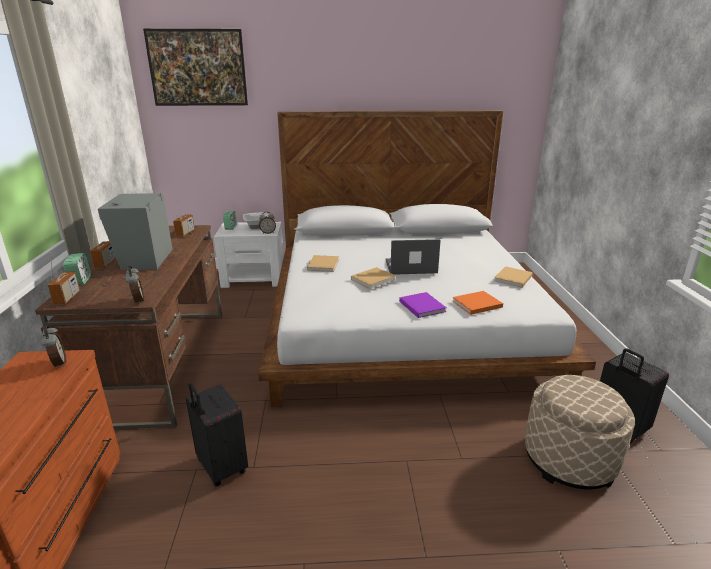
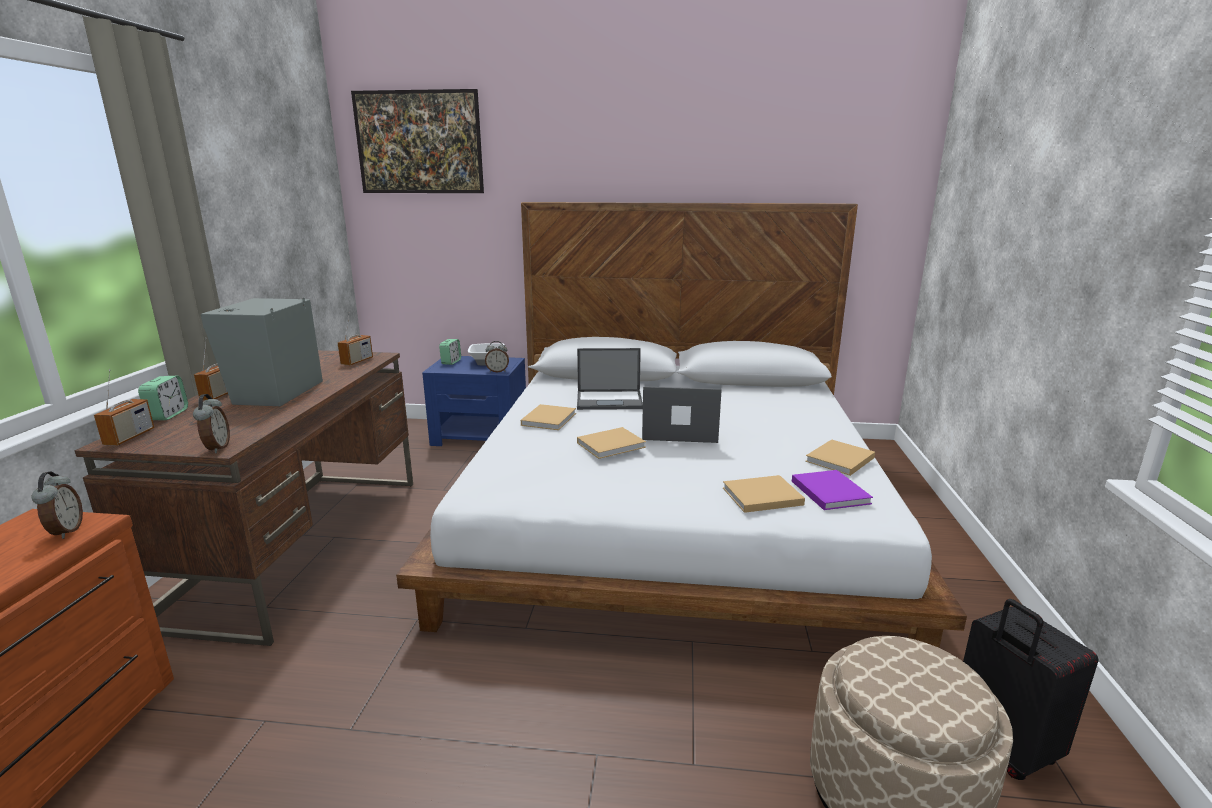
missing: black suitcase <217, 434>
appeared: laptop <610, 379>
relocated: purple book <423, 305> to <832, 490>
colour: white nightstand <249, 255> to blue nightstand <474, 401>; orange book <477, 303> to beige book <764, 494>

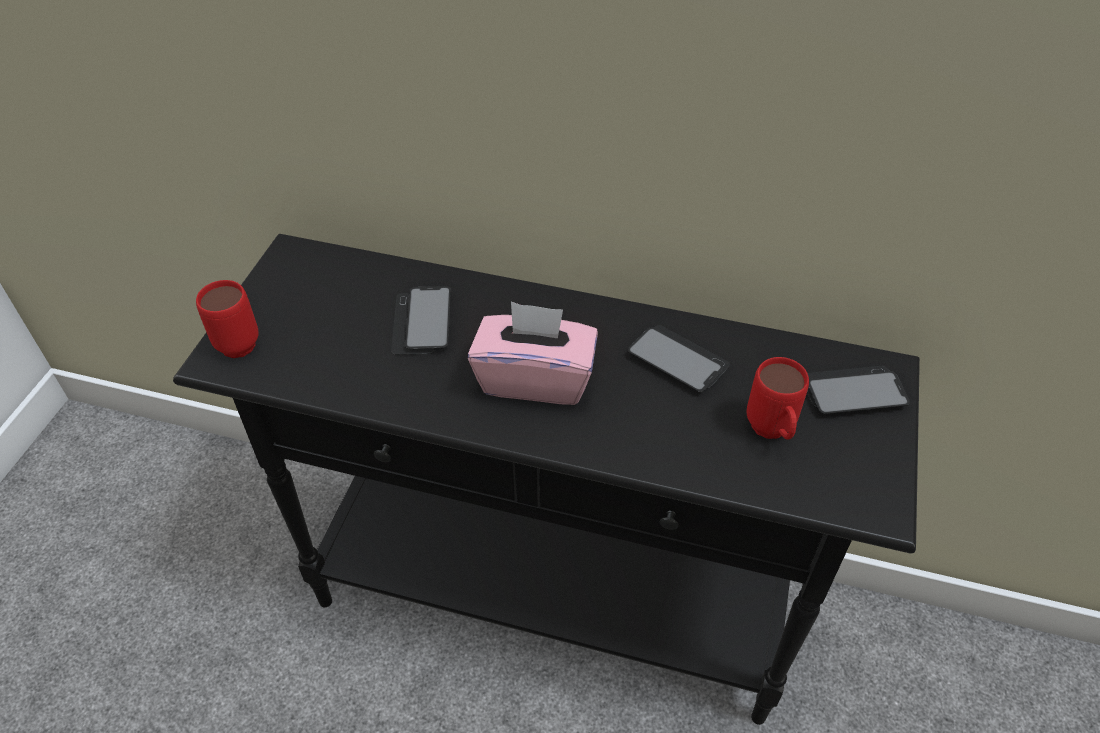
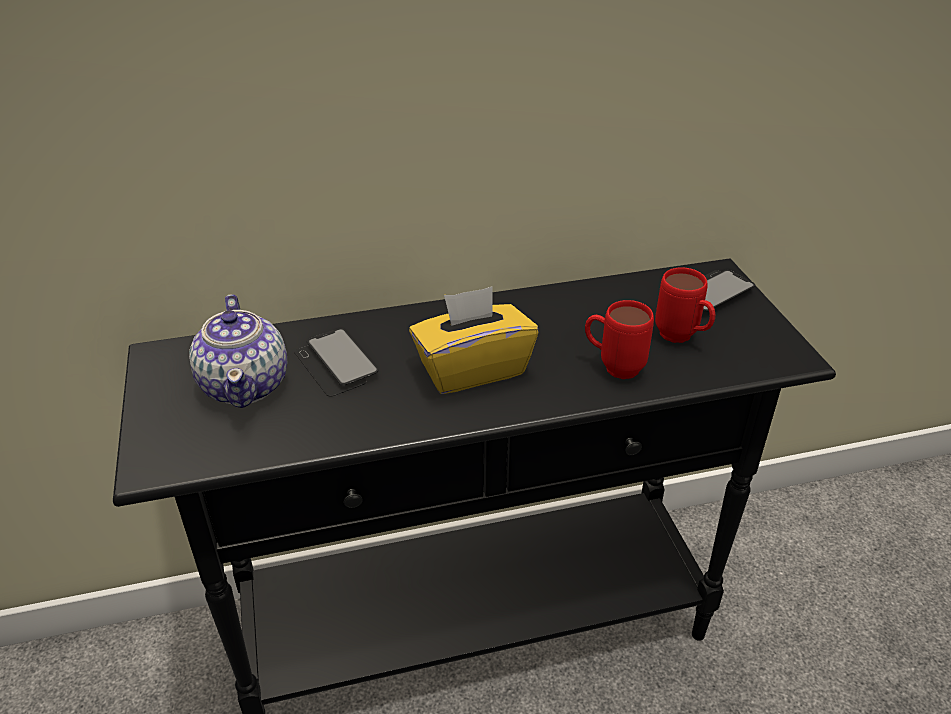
missing: phone <679, 358>
appeared: teapot <238, 351>
relocated: red mug <227, 319> to <619, 339>
colour: pink tissue box <533, 353> to yellow tissue box <473, 340>

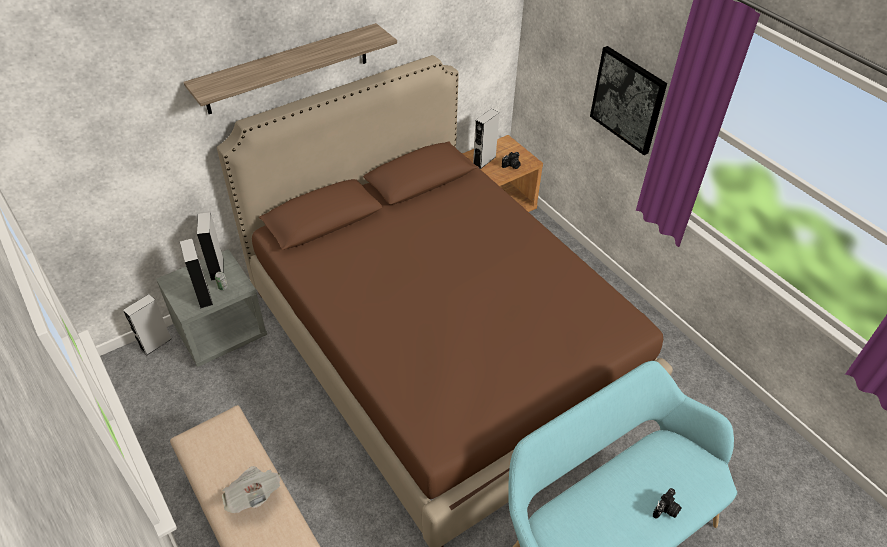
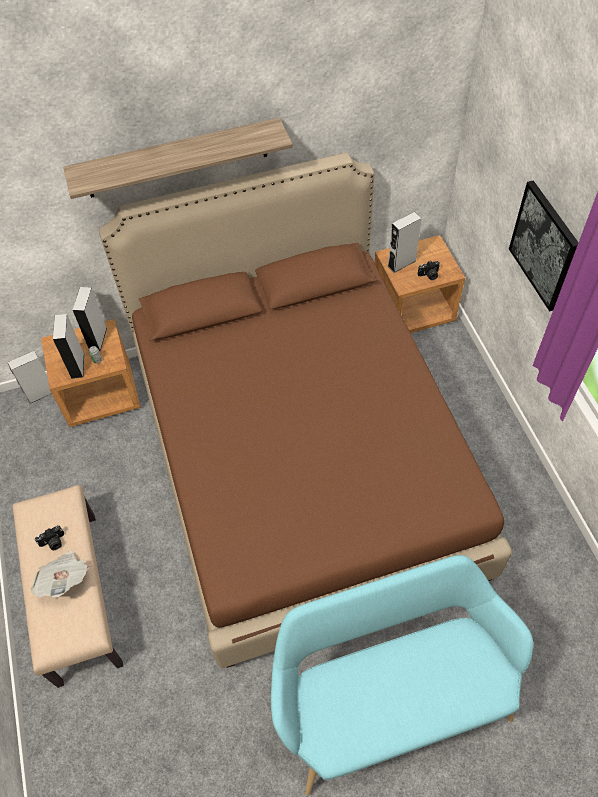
relocated: photo camera <667, 503> to <50, 538>
colour: grey nightstand <211, 308> to brown nightstand <91, 373>

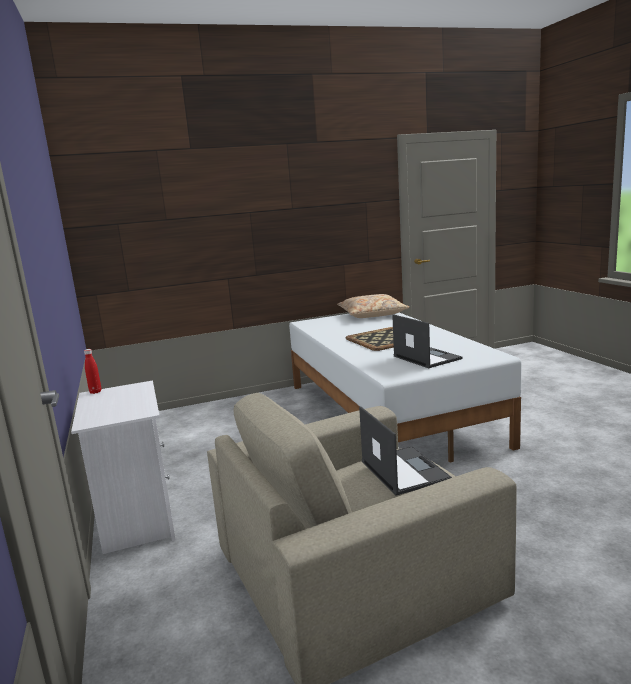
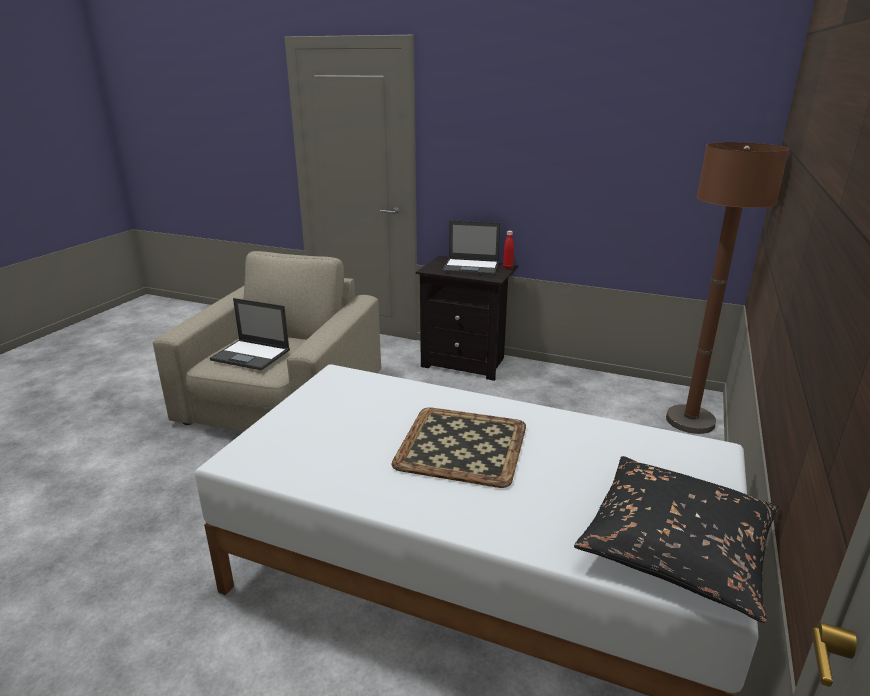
appeared: brown floor lamp <727, 288>
relocated: laptop <427, 341> to <471, 248>
colour: white nightstand <123, 467> to black nightstand <467, 318>; beige pillow <373, 306> to black pillow <676, 539>

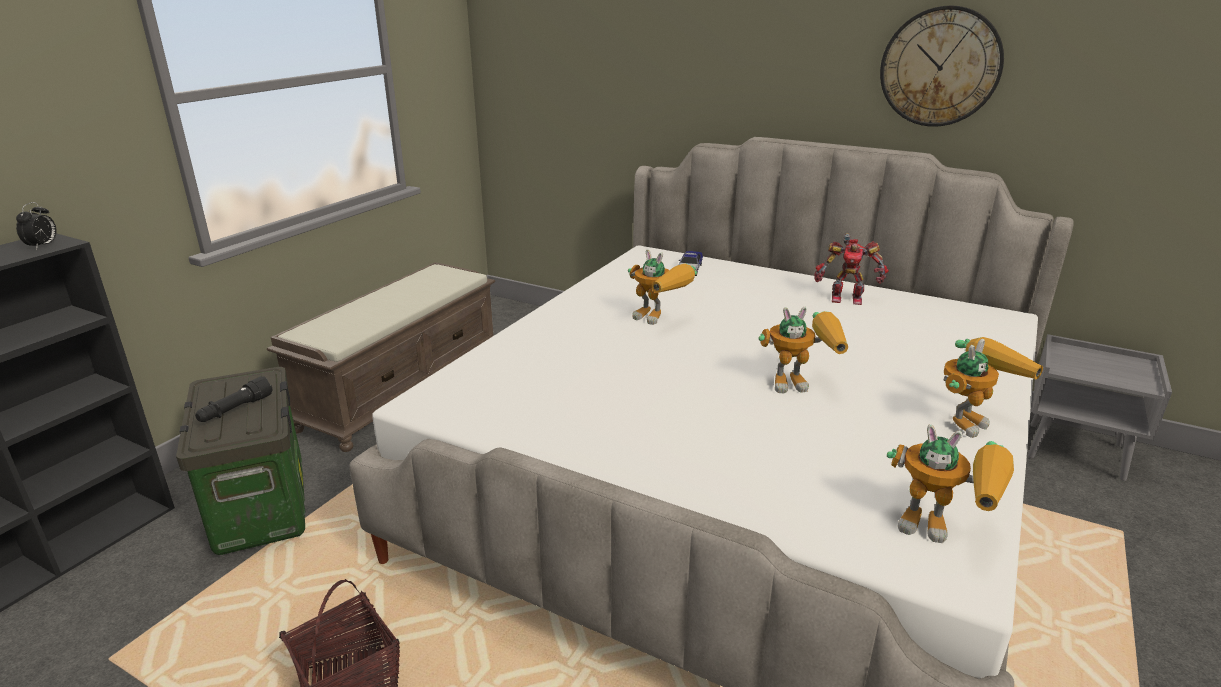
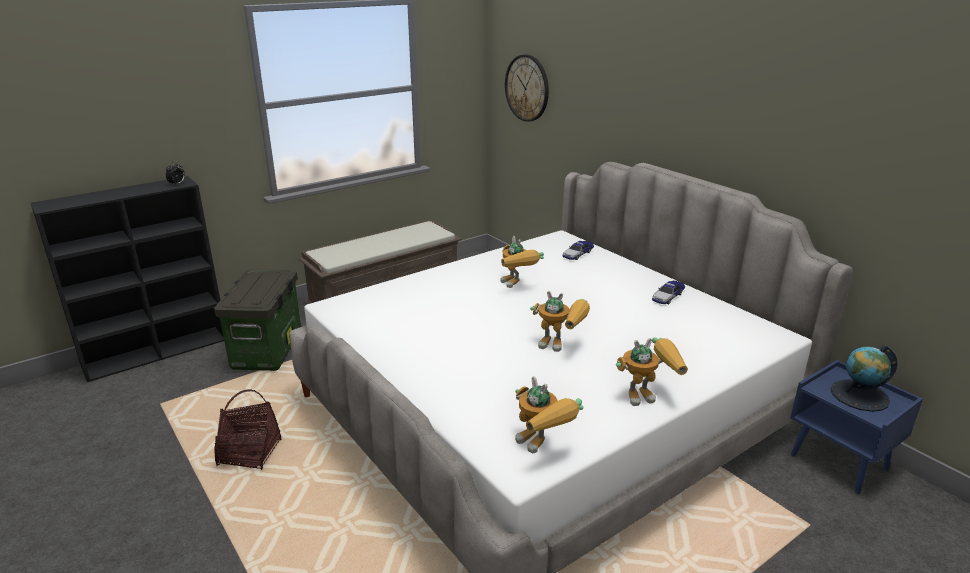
missing: black flashlight <234, 399>
appeared: globe <864, 378>
relocated: wall clock <942, 66> to <527, 88>
exchanged: toy robot <852, 269> to toy car <668, 292>
colour: grey nightstand <1100, 407> to blue nightstand <856, 427>

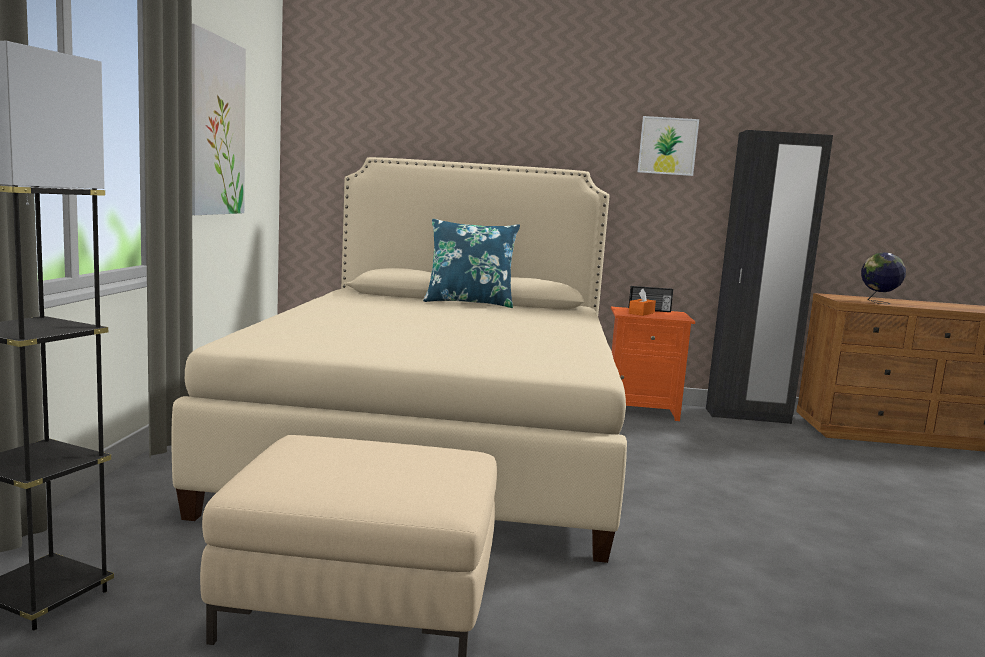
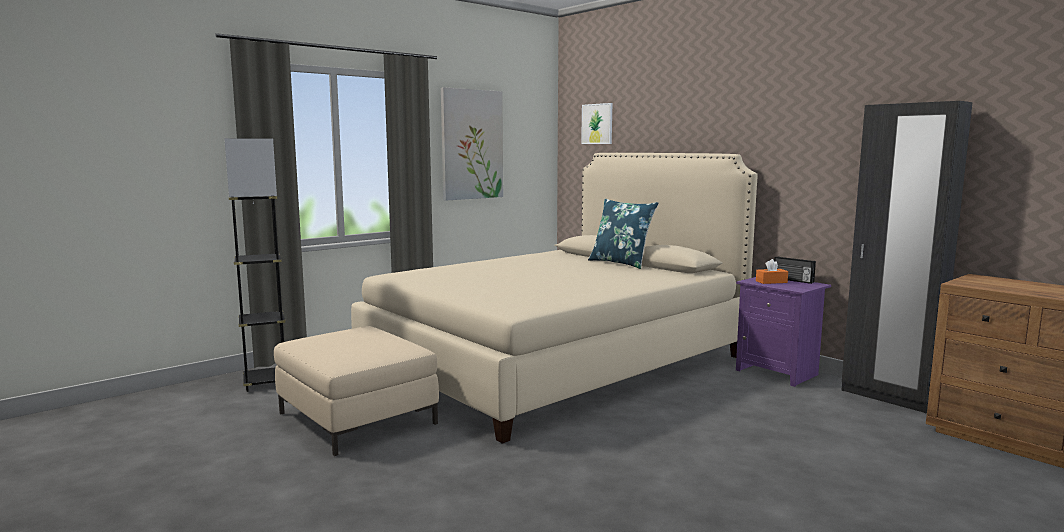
missing: globe <883, 278>
relocated: picture <668, 146> to <596, 123>
colour: orange nightstand <653, 364> to purple nightstand <783, 332>

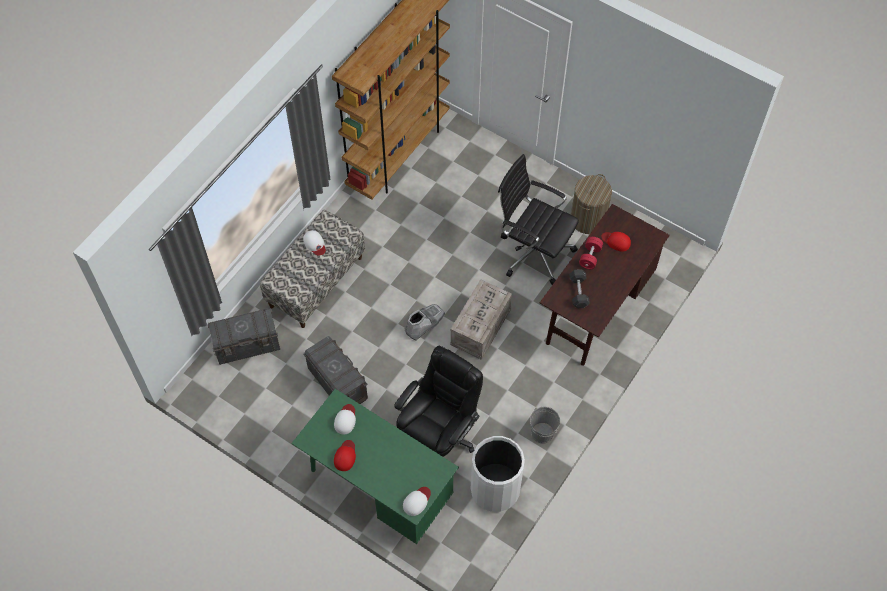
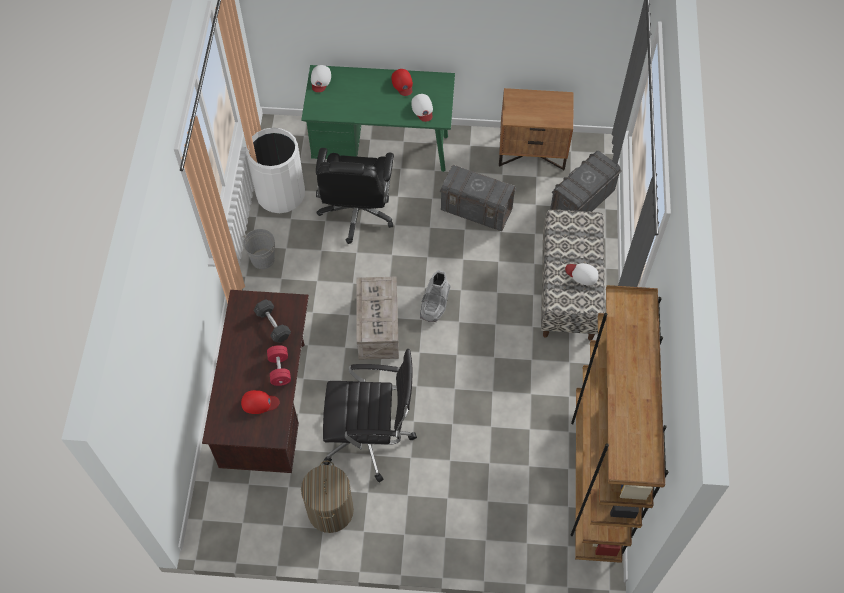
appeared: brown nightstand <536, 129>

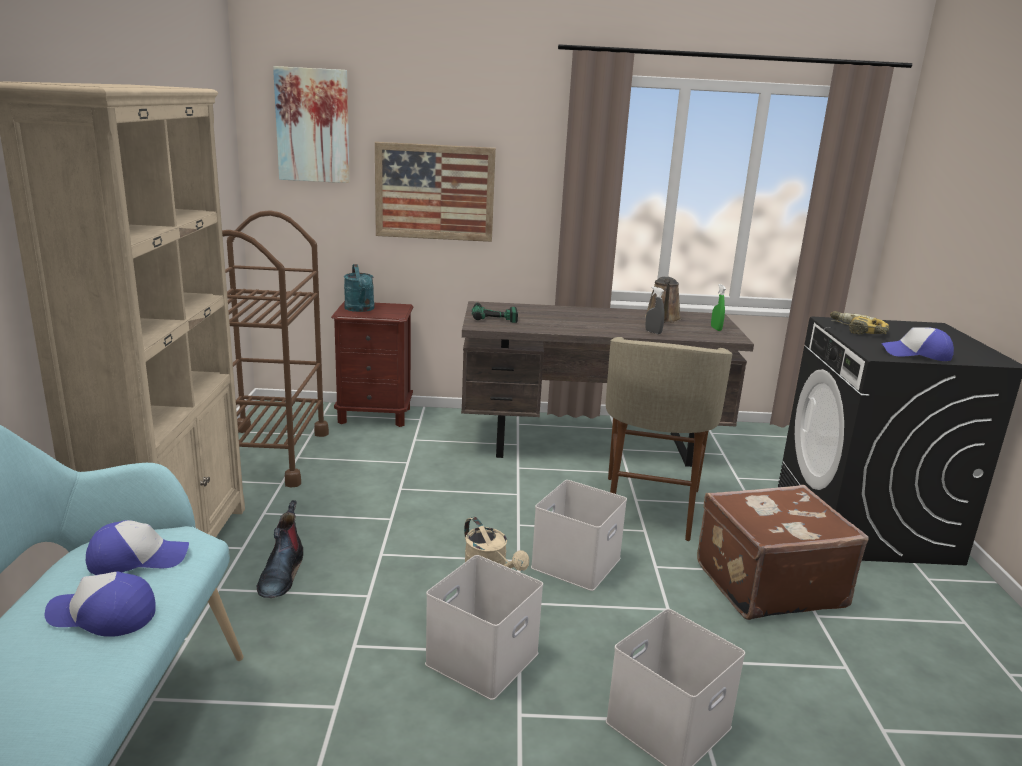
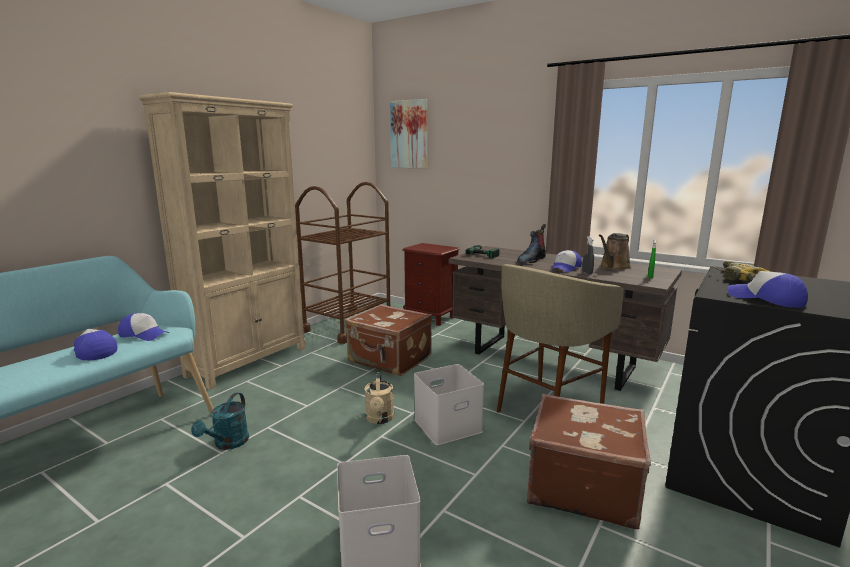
missing: picture <435, 192>; white storage box <484, 627>
appeared: brown suitcase <388, 340>; cap <566, 261>
relocated: turquoise watering can <359, 288> to <220, 421>; boot <279, 549> to <531, 243>

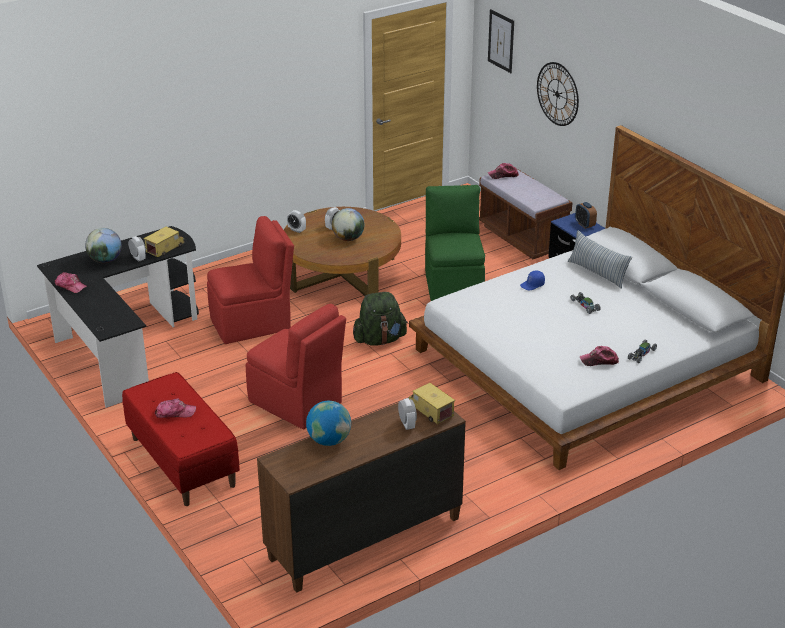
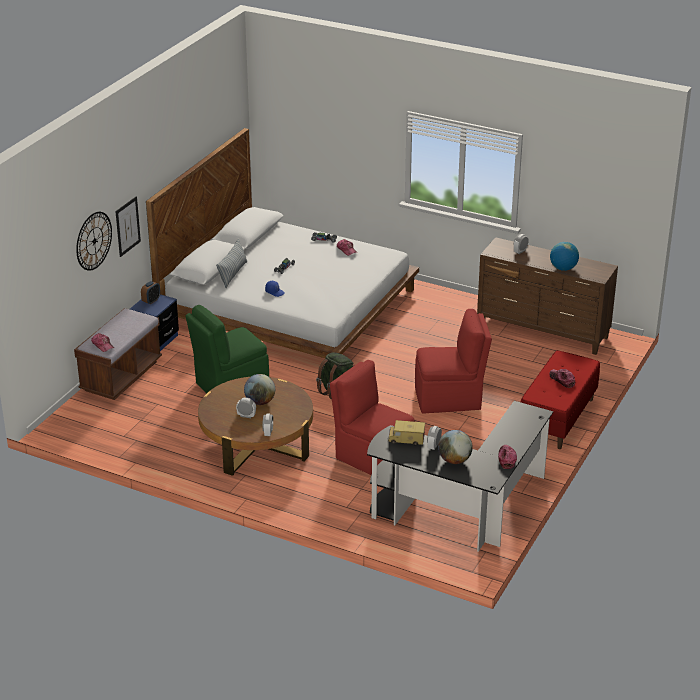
missing: toy truck <431, 403>
relocated: picture <501, 41> to <128, 226>
spun: red chair <296, 366> = <453, 361> 75 degrees clockwise

